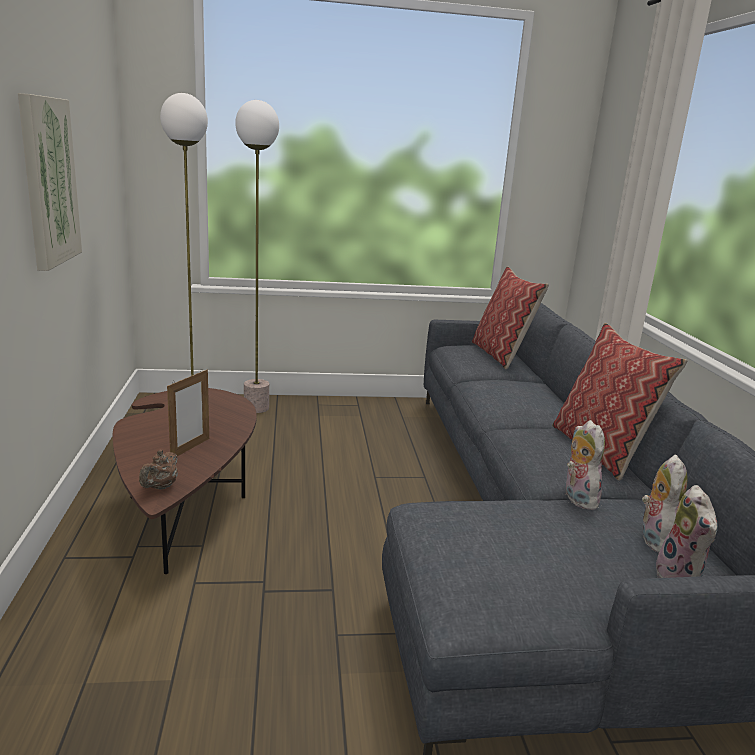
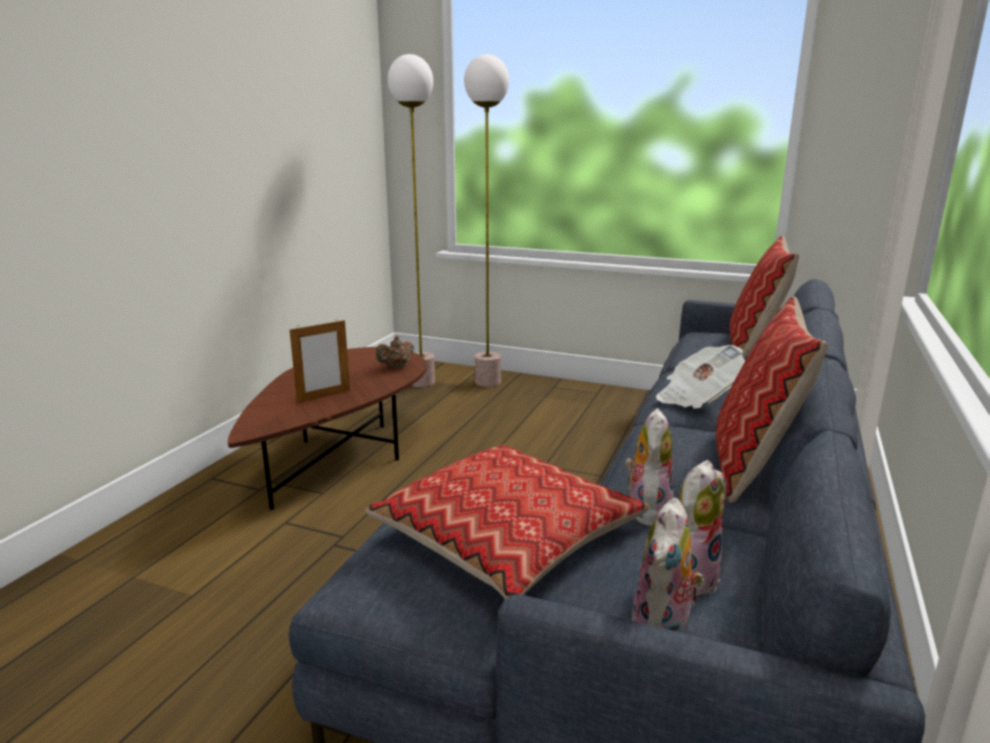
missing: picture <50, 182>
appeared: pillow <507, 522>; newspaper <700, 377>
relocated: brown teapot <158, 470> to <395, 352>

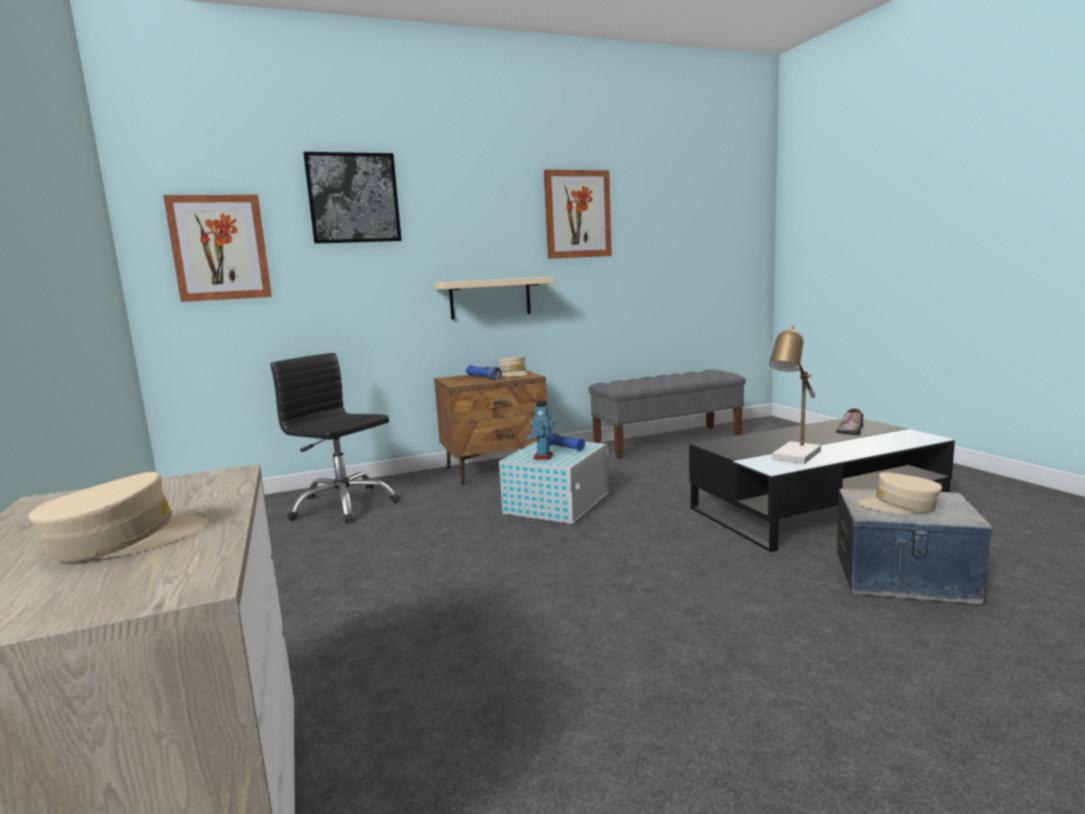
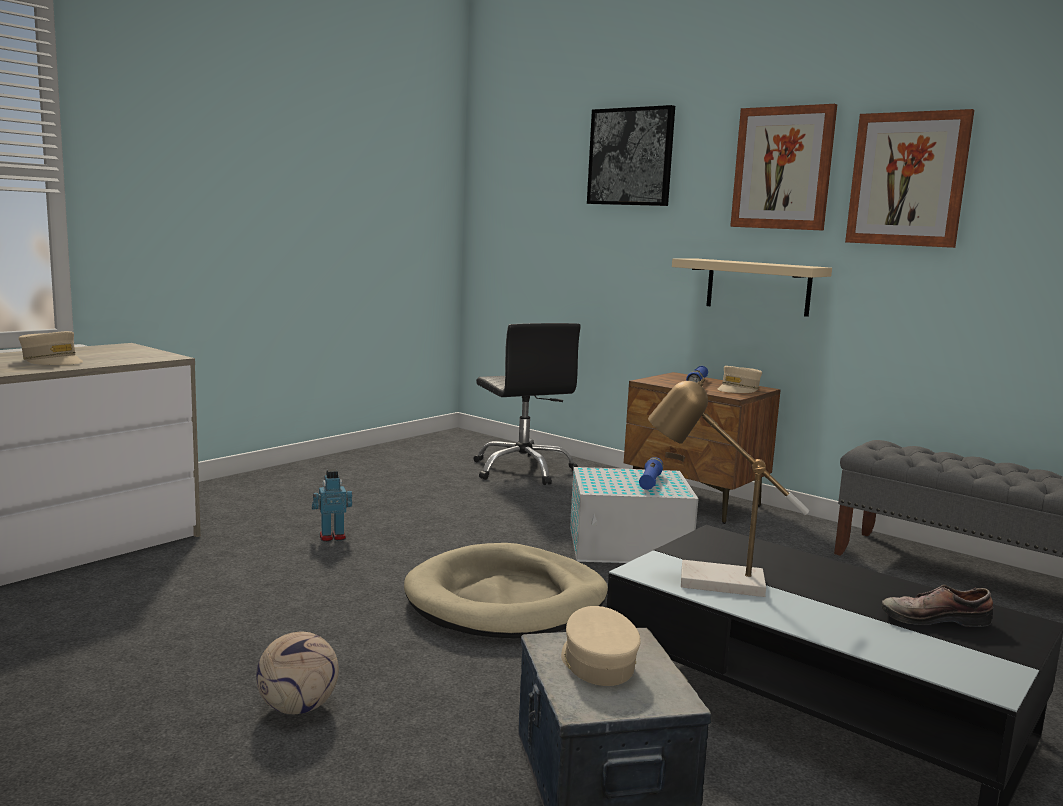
appeared: football <297, 673>; beige dog bed <506, 590>
relocated: toy robot <540, 430> to <332, 505>; picture <217, 248> to <783, 167>
spun: black office chair <335, 438> = <527, 404> 150 degrees clockwise

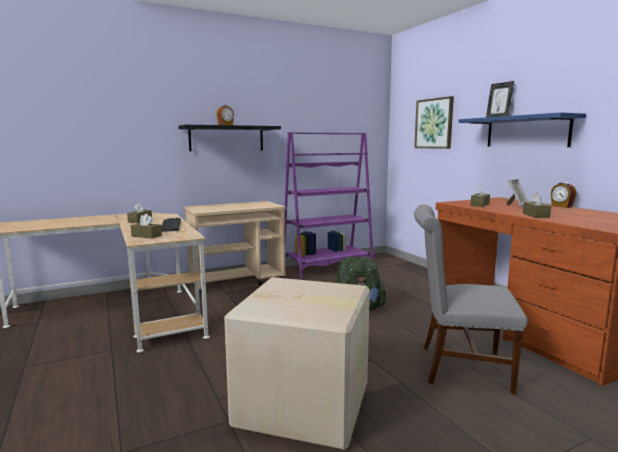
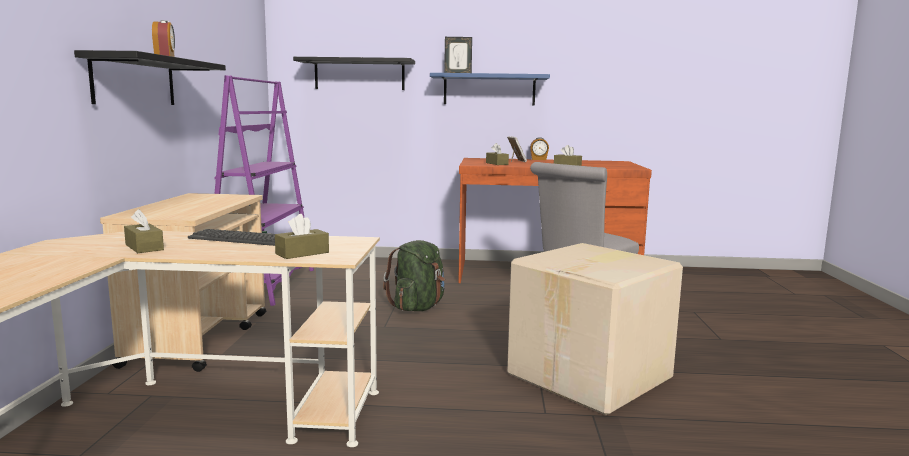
exchanged: picture <434, 122> to black shelf <354, 73>

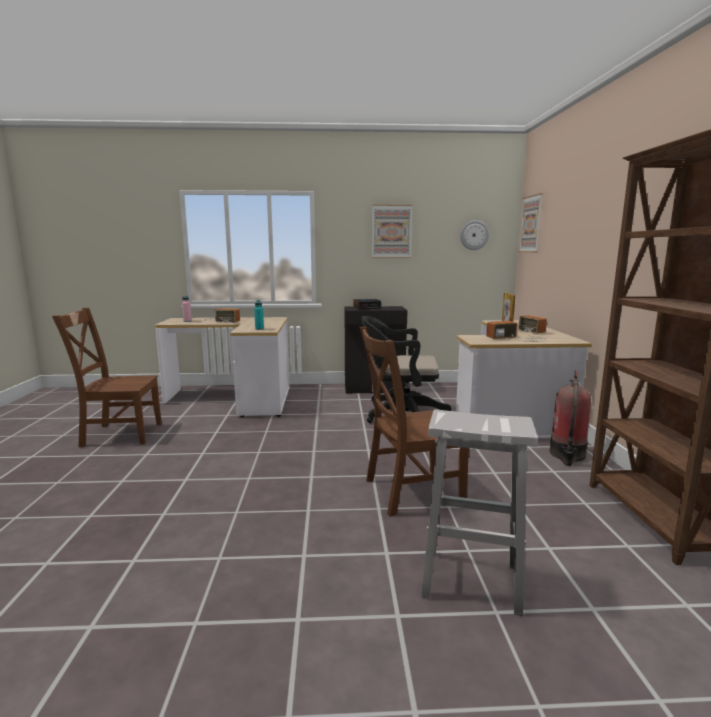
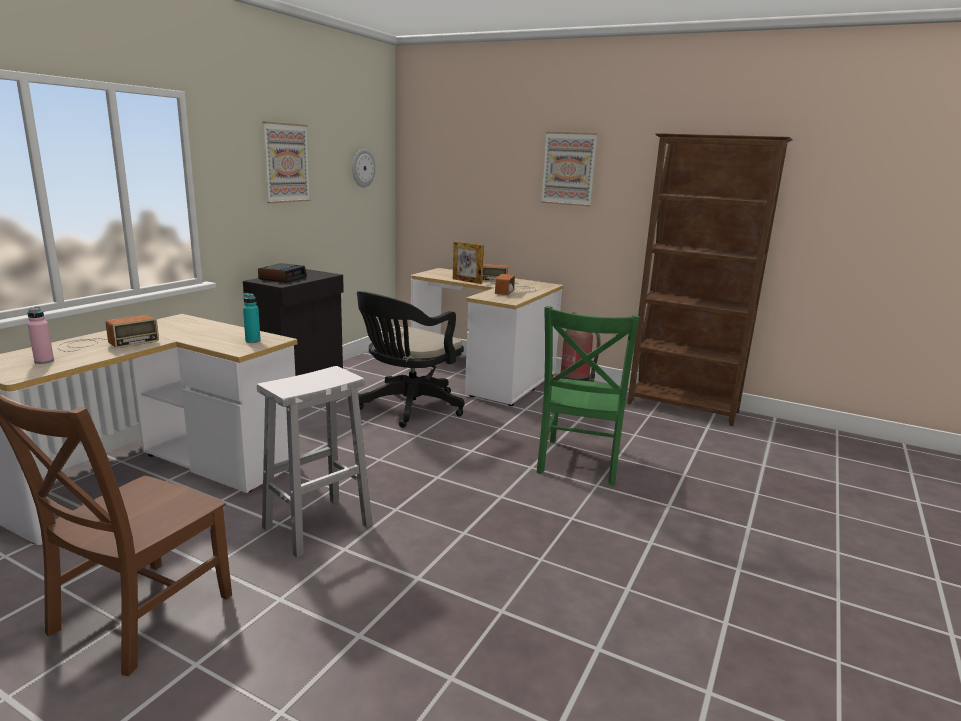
relocated: white stool <479, 512> to <314, 462>; picture <530, 222> to <569, 169>
colour: brown chair <414, 422> to green chair <588, 395>

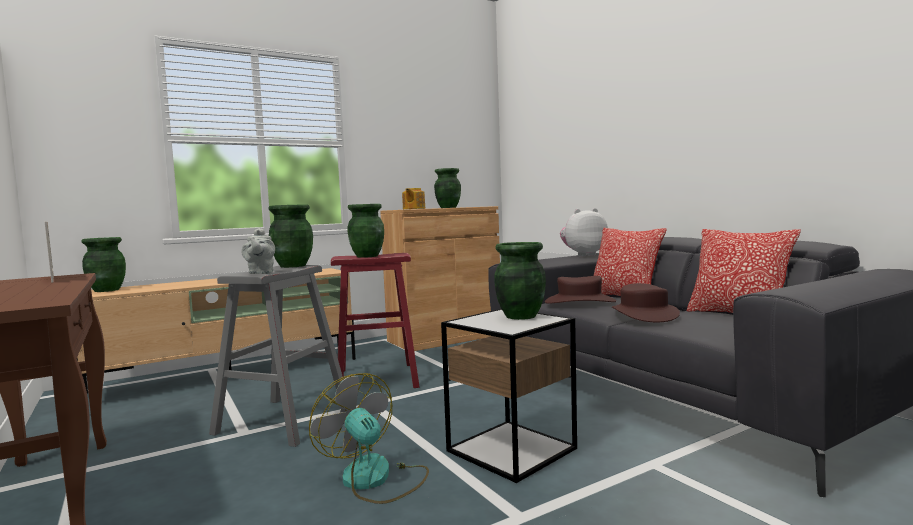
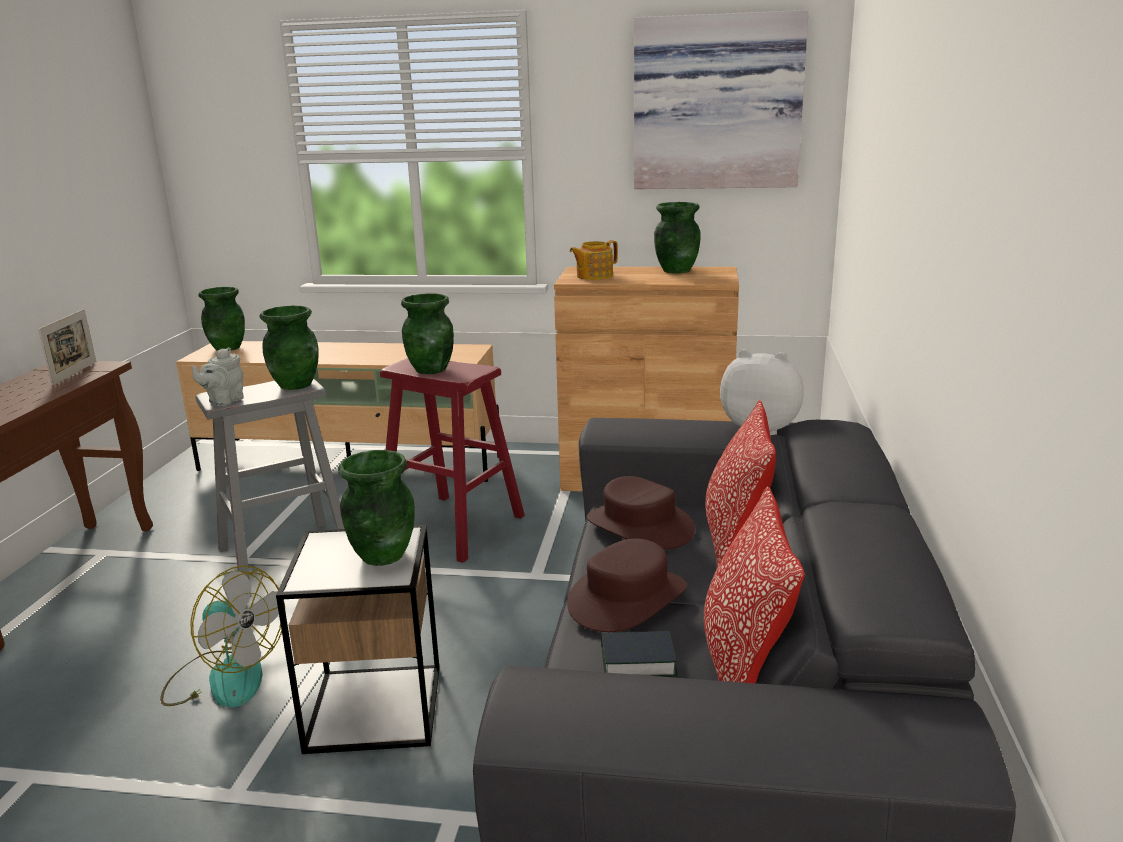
appeared: book <639, 654>; picture <721, 99>
spun: fan <369, 438> = <222, 636> 120 degrees clockwise

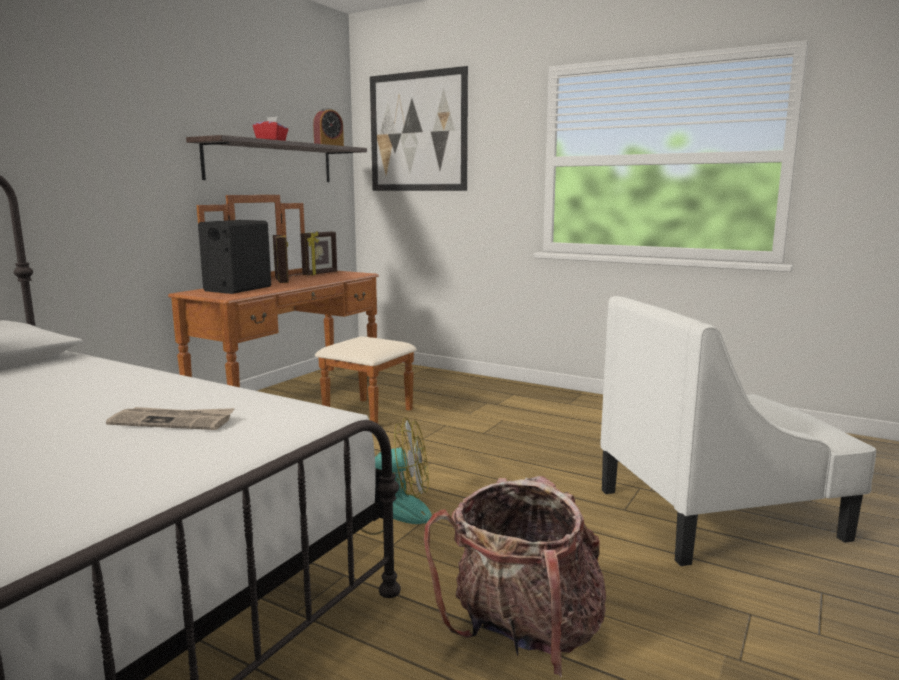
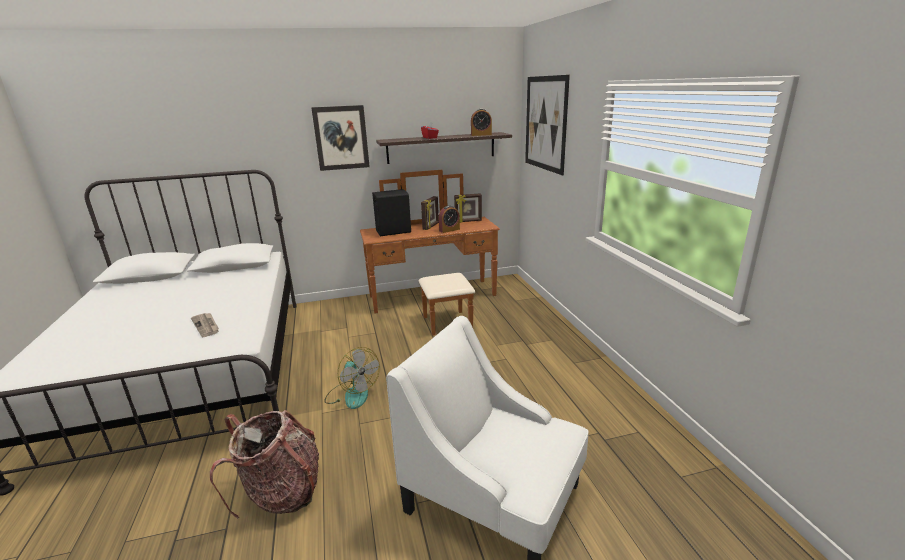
appeared: picture <340, 138>; alarm clock <449, 219>

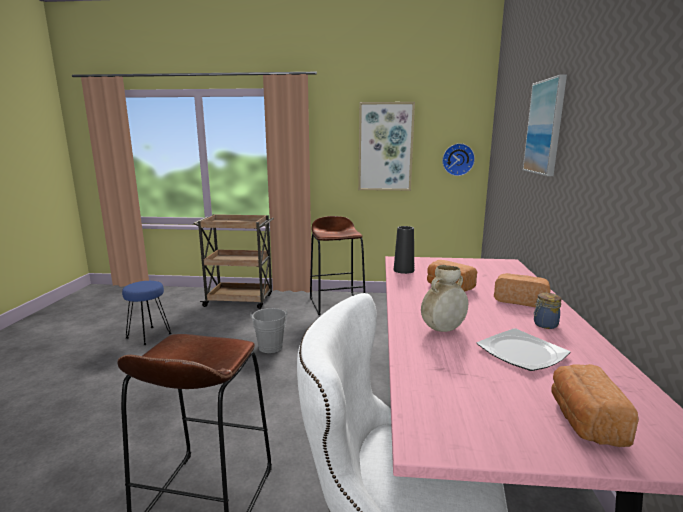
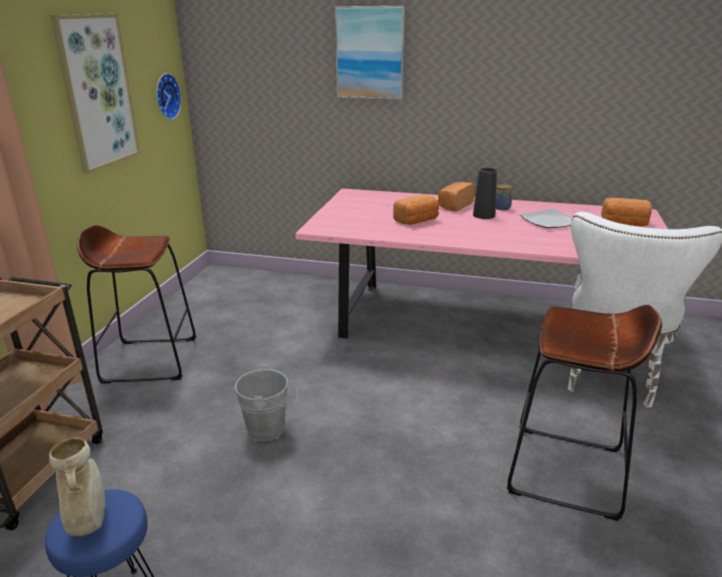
relocated: beige vase <444, 298> to <77, 487>; black vase <404, 250> to <485, 193>

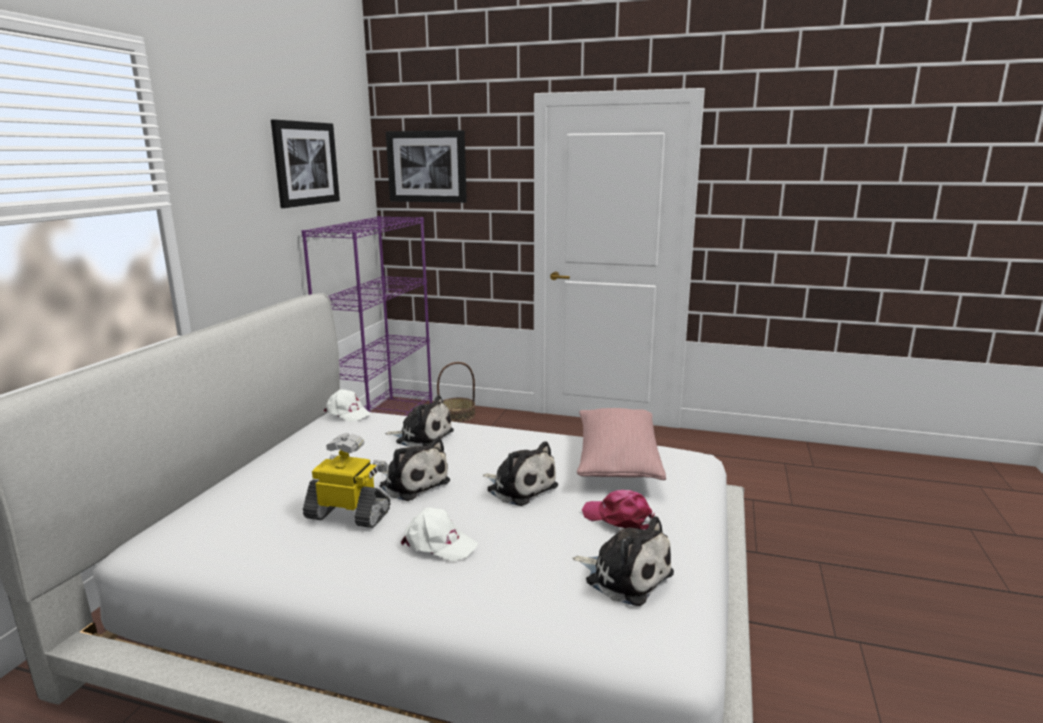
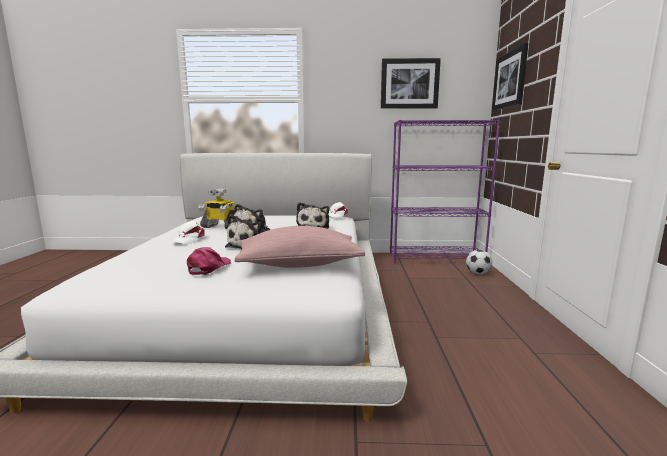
missing: plush toy <623, 561>
exchanged: basket <456, 392> to football <479, 262>
spun: toy robot <346, 480> = <216, 208> 105 degrees clockwise

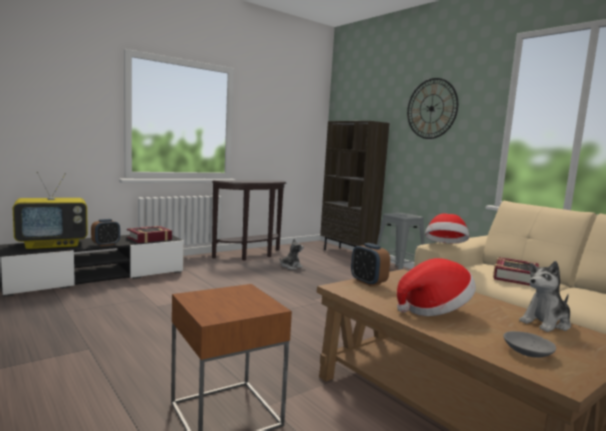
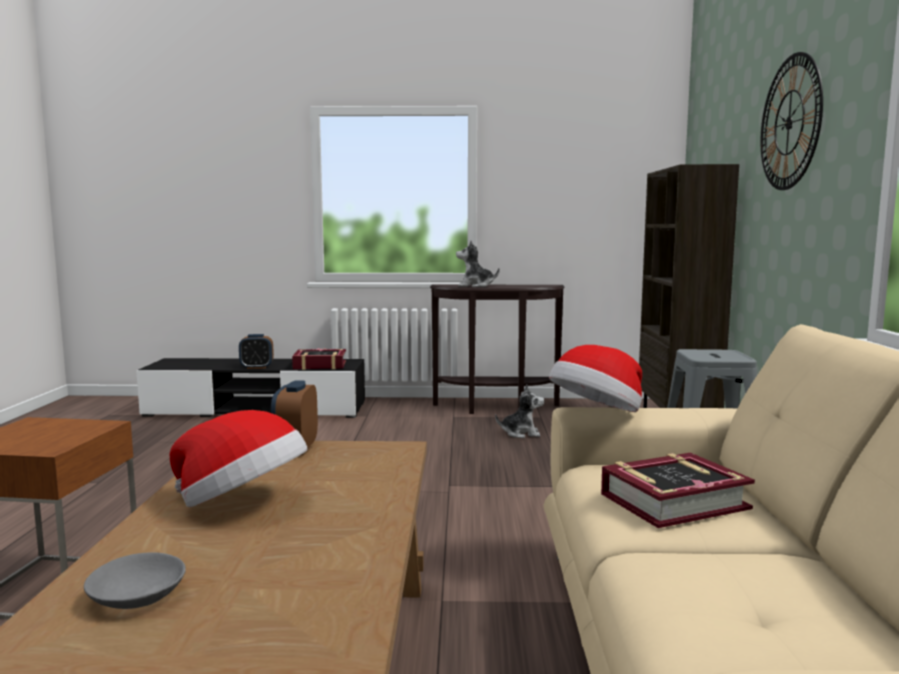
missing: television <50, 210>
relocated: plush toy <545, 296> to <478, 263>

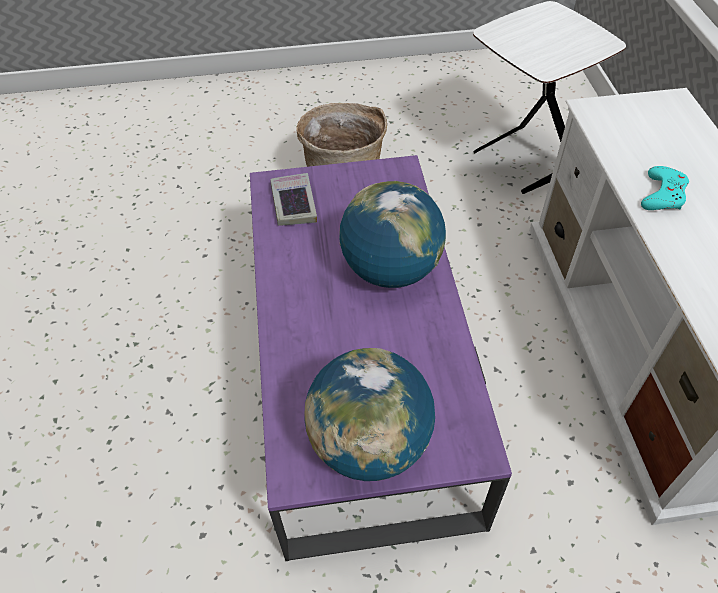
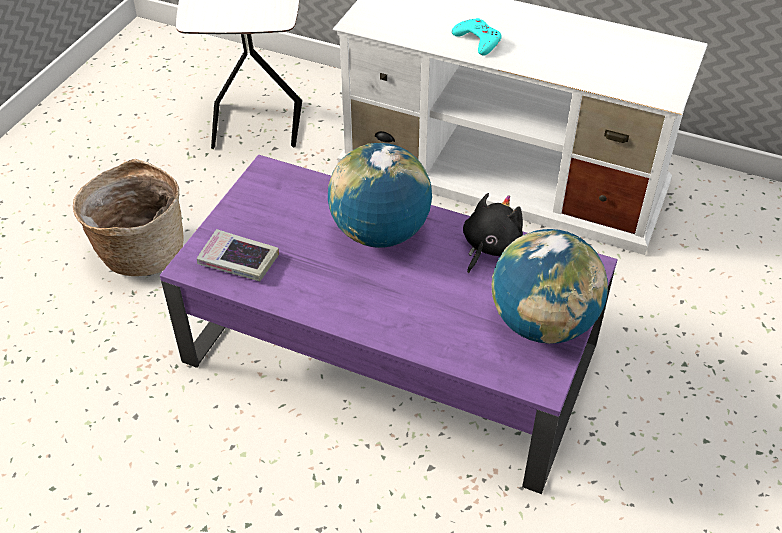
appeared: black plush toy <493, 233>

